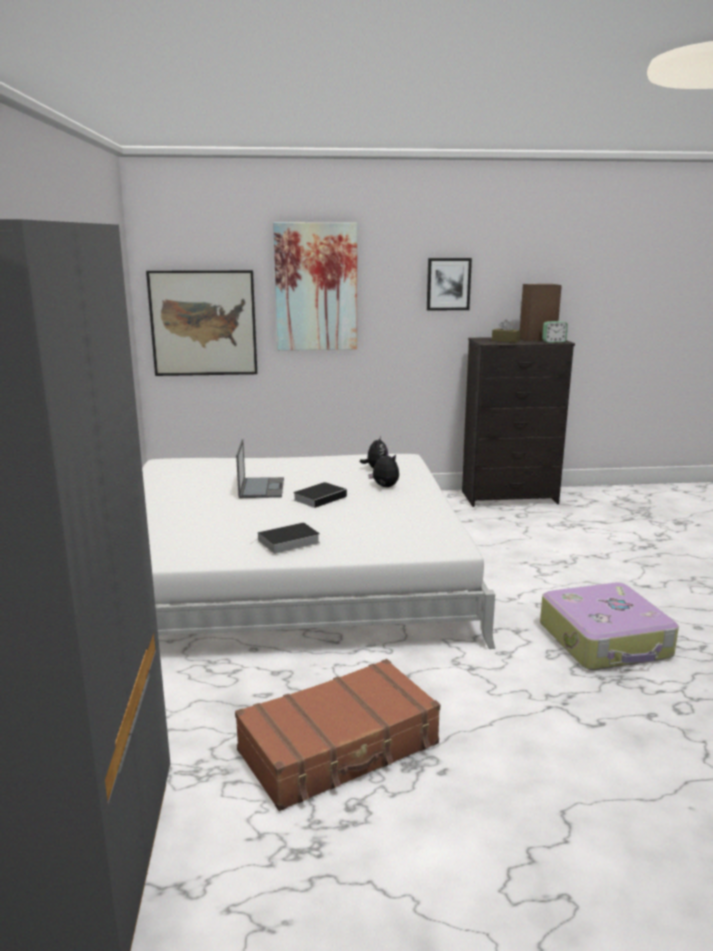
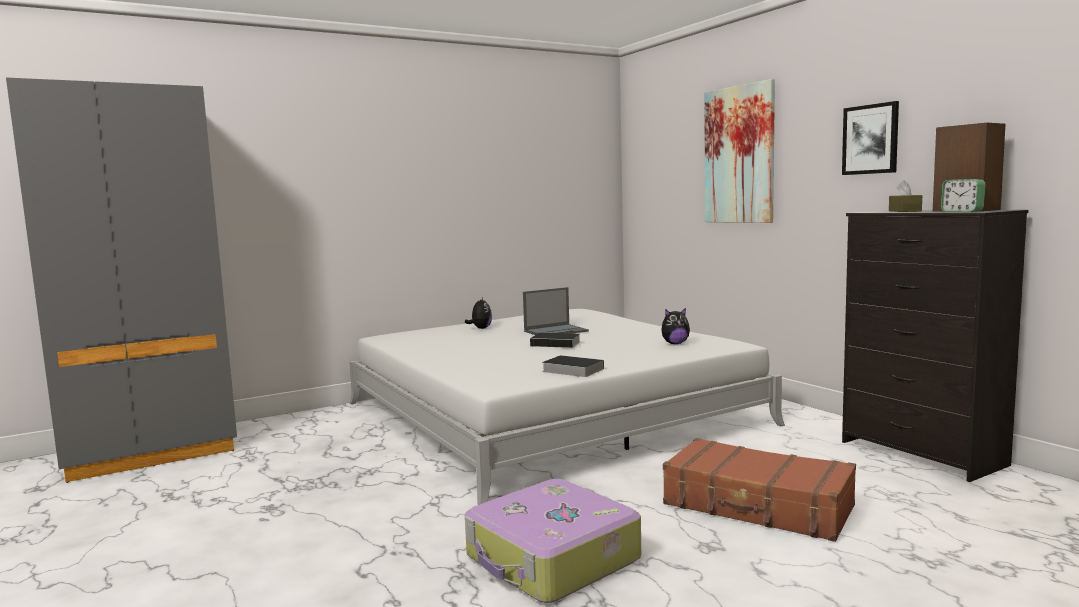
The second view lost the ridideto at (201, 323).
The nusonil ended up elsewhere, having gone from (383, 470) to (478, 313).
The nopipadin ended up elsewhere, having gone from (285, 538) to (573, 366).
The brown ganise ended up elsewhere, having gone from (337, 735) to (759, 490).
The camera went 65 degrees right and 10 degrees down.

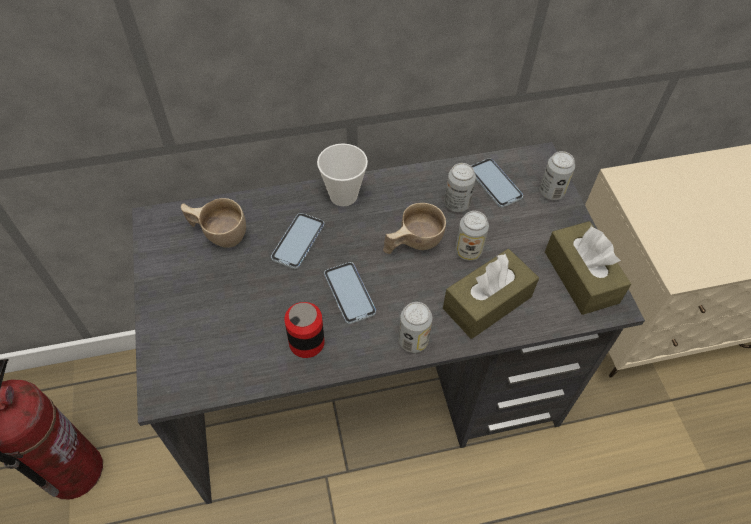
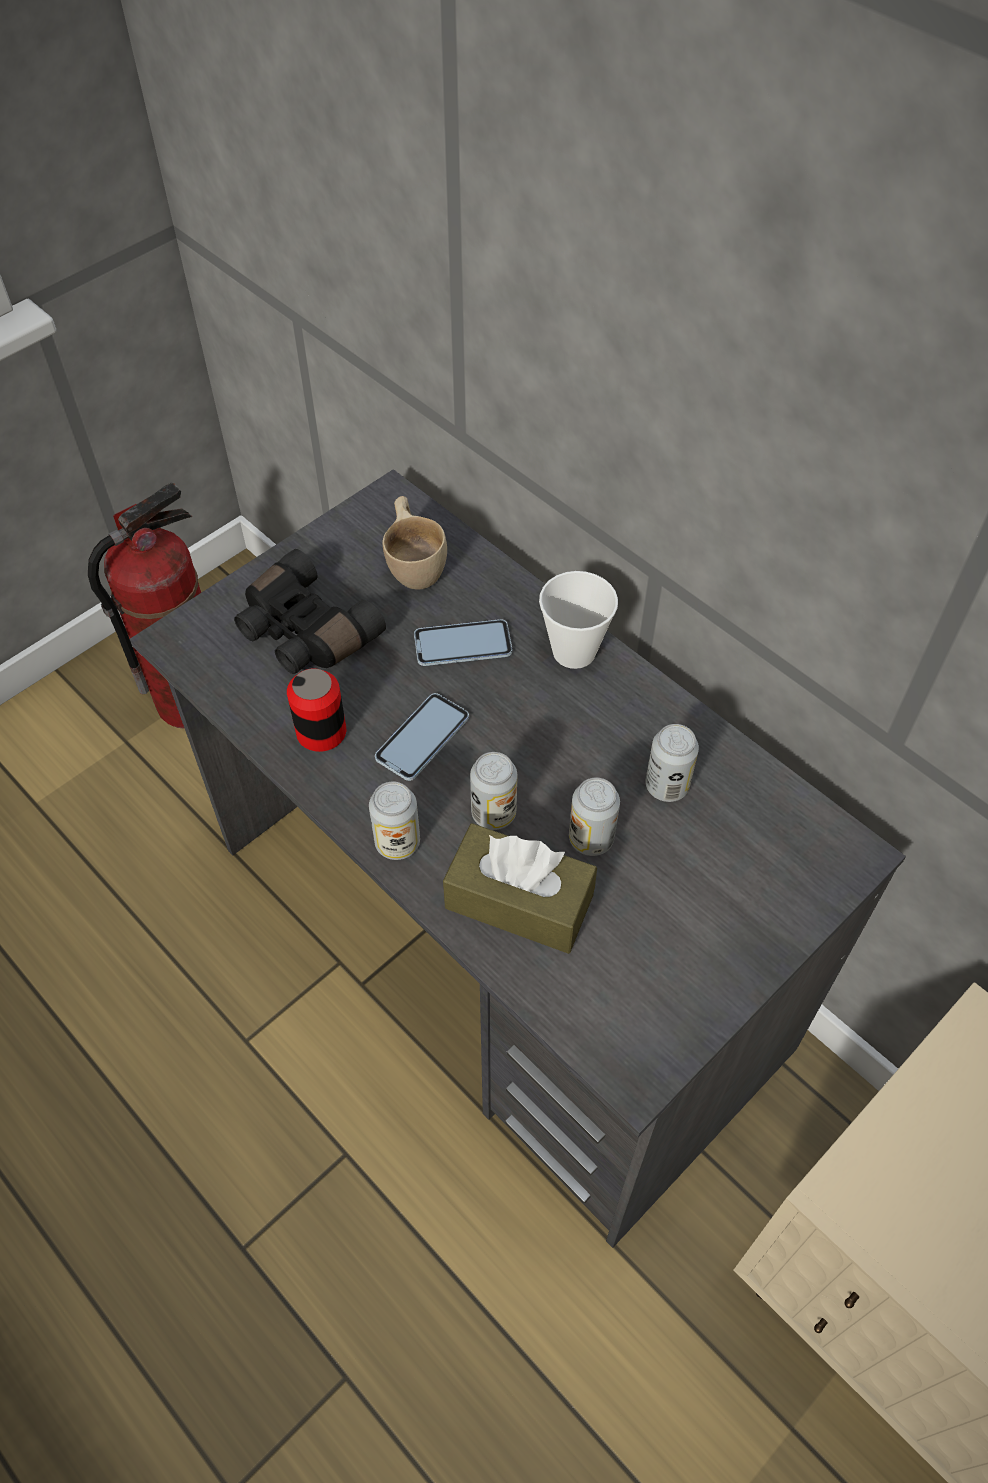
The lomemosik ended up elsewhere, having gone from (557, 175) to (493, 791).
The second view lost the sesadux at (497, 182).
The second view lost the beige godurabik at (414, 228).
The second view lost the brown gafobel at (588, 268).
The second view gained the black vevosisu at (310, 611).
The camera went 60 degrees right and 0 degrees up.

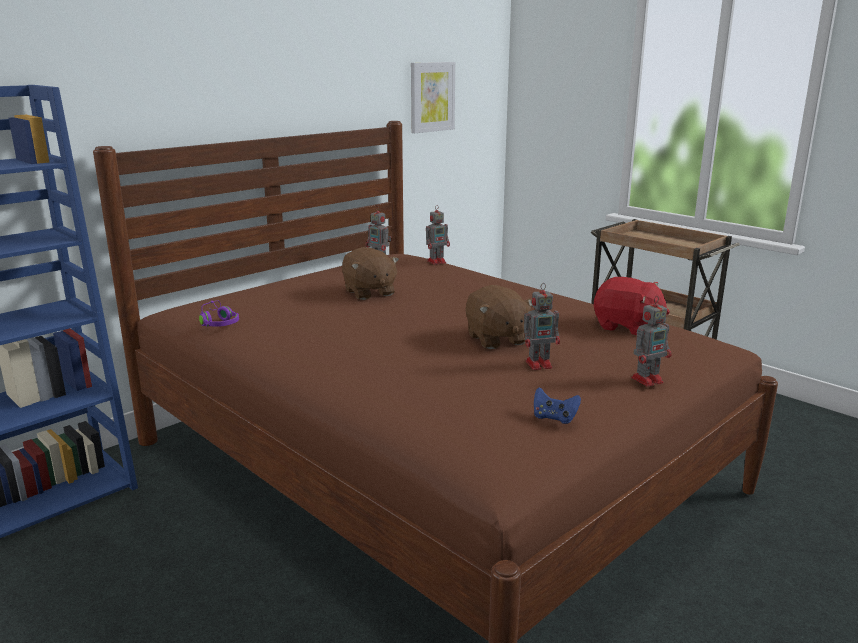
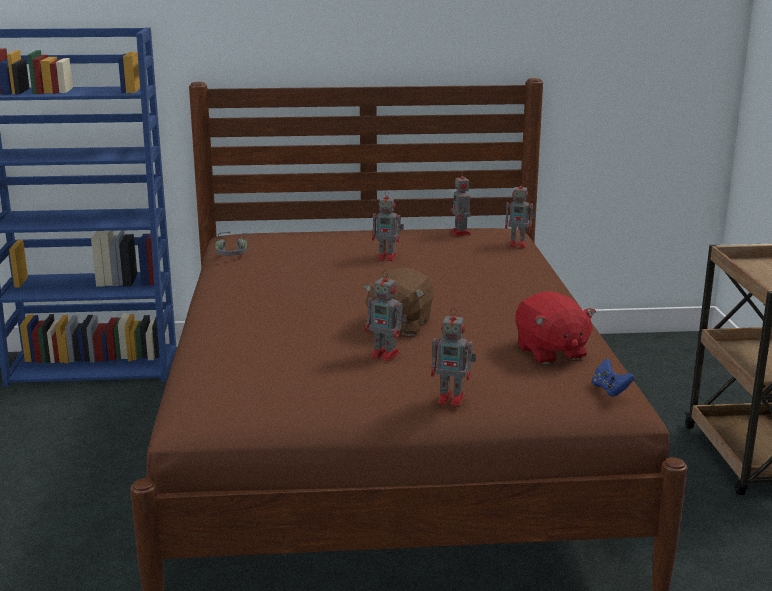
The second view lost the ridideto at (433, 97).
Where the brown nusonil stood at (370, 273), the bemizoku came to stand at (388, 225).
What was the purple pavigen at (219, 313) turned into the grey pavigen at (233, 243).
The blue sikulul ended up elsewhere, having gone from (557, 405) to (613, 378).
The camera went 40 degrees right and 0 degrees up.

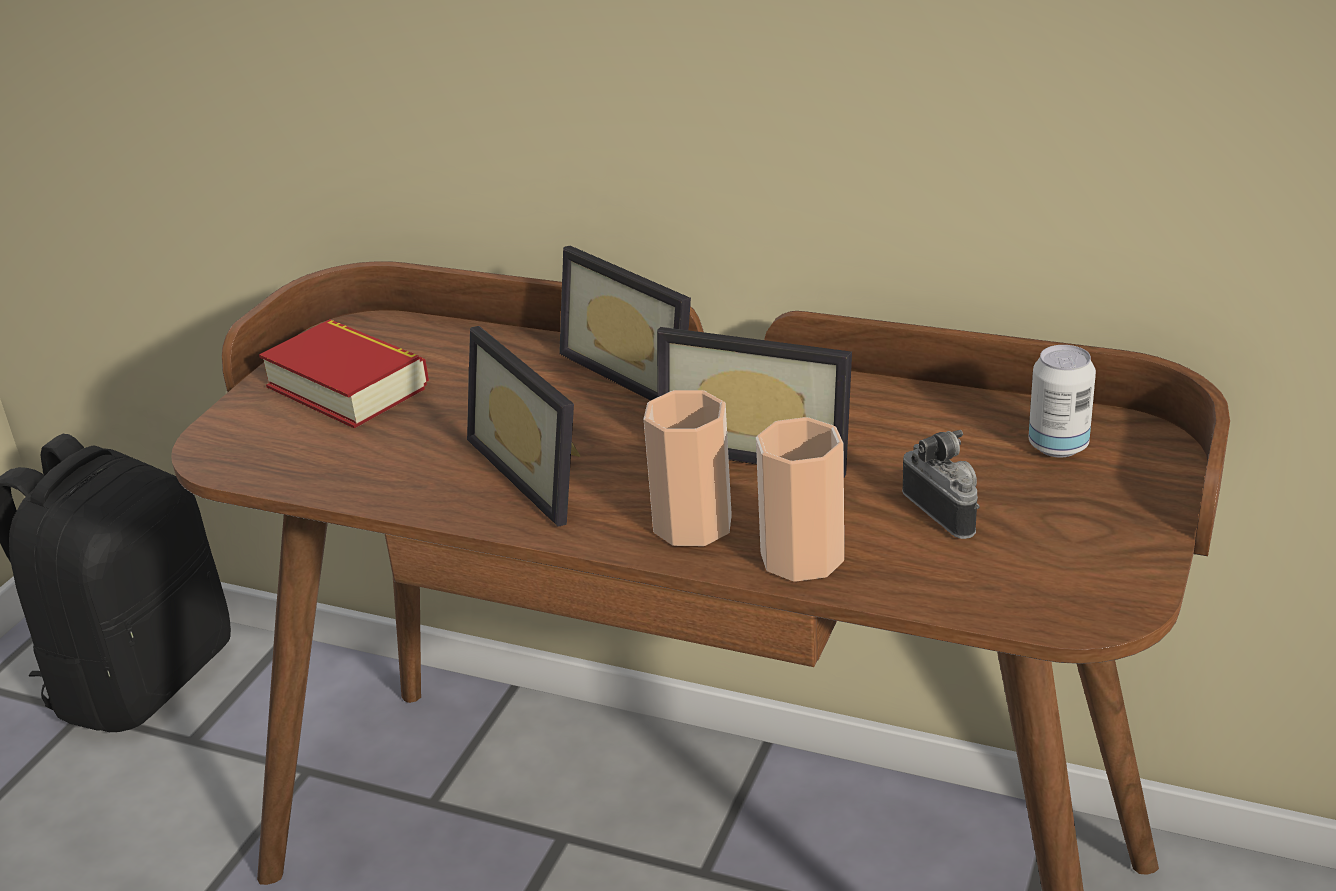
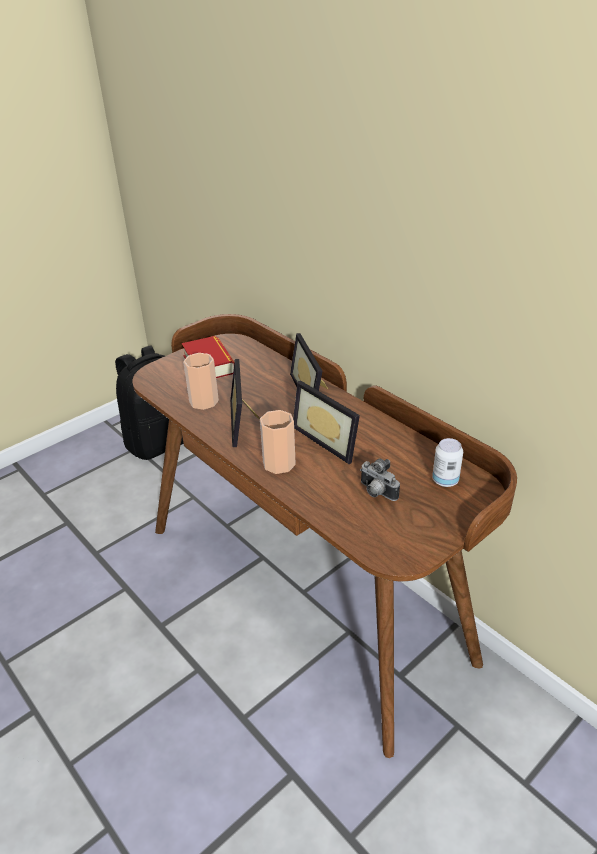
The godurabik ended up elsewhere, having gone from (800, 499) to (201, 381).
The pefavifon at (940, 484) ended up facing another way, 135 degrees clockwise from before.
The camera went 25 degrees right and 5 degrees up.

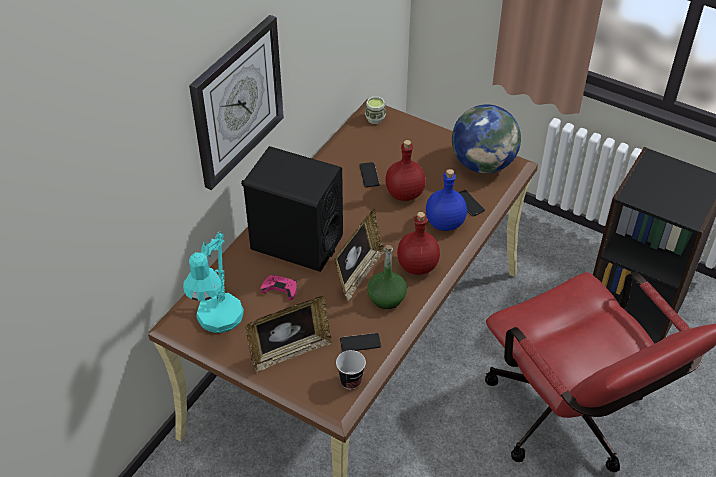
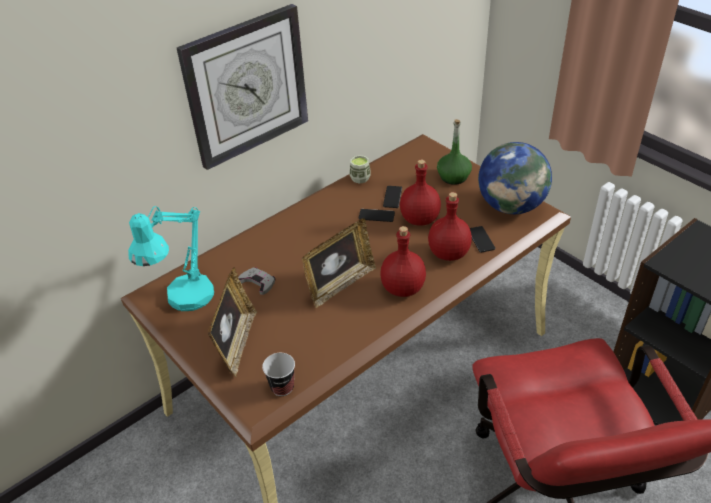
The godurabik ended up elsewhere, having gone from (375, 110) to (360, 169).
The second view lost the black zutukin at (292, 209).
What was the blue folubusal at (446, 200) turned into the red folubusal at (450, 226).
The green folubusal ended up elsewhere, having gone from (387, 277) to (454, 152).
What was the pink sikulul at (279, 287) turned into the grey sikulul at (256, 281).
The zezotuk at (288, 334) ended up facing another way, 75 degrees counterclockwise from before.
The sesadux ended up elsewhere, having gone from (360, 342) to (377, 215).
The camera went 20 degrees right and 5 degrees down.

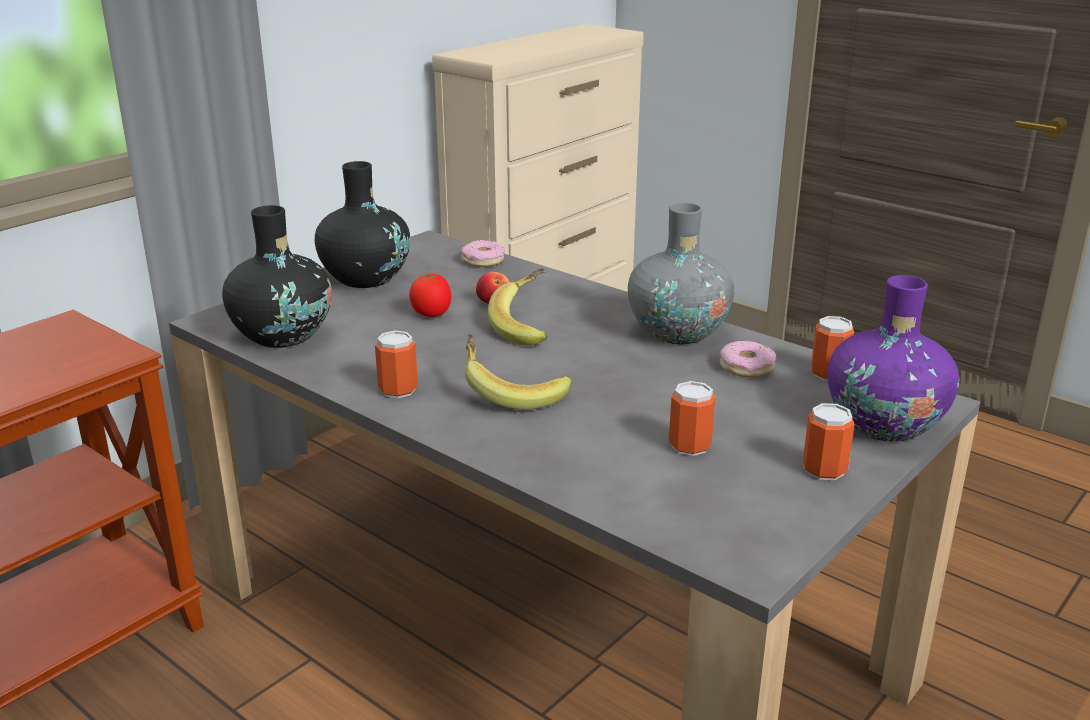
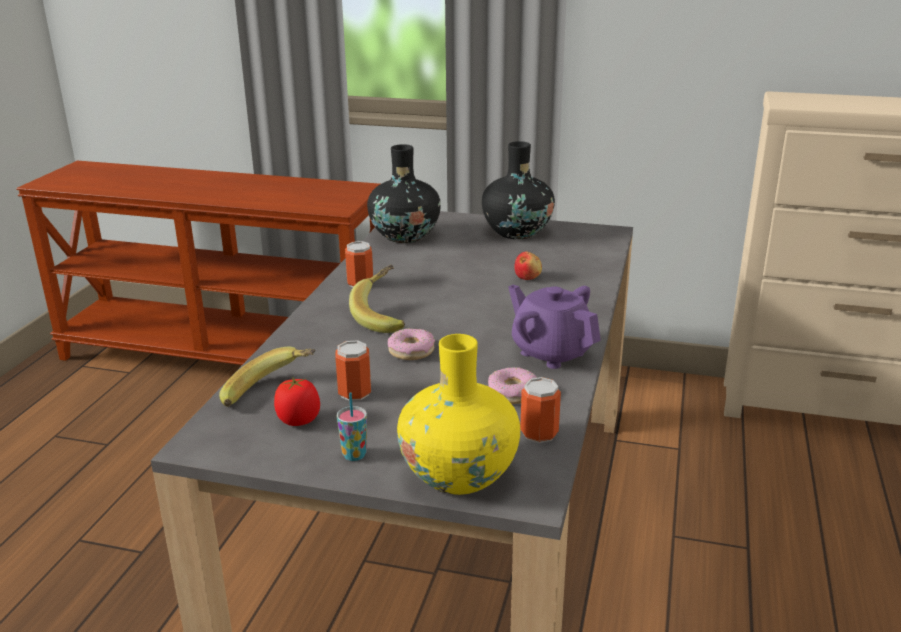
Where the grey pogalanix stood at (681, 273), the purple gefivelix came to stand at (554, 327).
The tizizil ended up elsewhere, having gone from (483, 253) to (411, 344).
The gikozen ended up elsewhere, having gone from (518, 307) to (267, 377).
The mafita ended up elsewhere, having gone from (430, 295) to (297, 401).
What was the purple pogalanix at (893, 358) turned into the yellow pogalanix at (458, 414).
Where the lomemosik stood at (829, 441), the godurabik came to stand at (352, 427).
The camera went 65 degrees right and 0 degrees up.

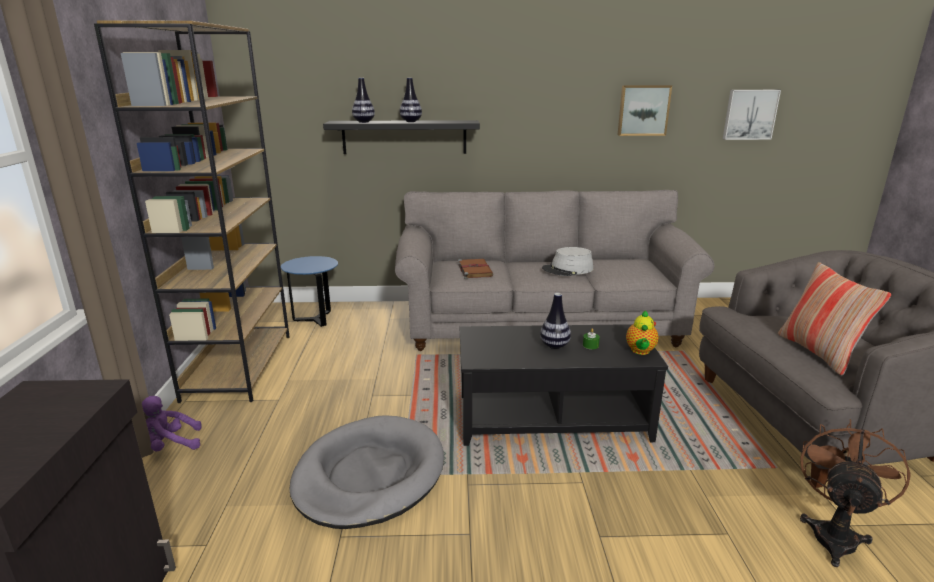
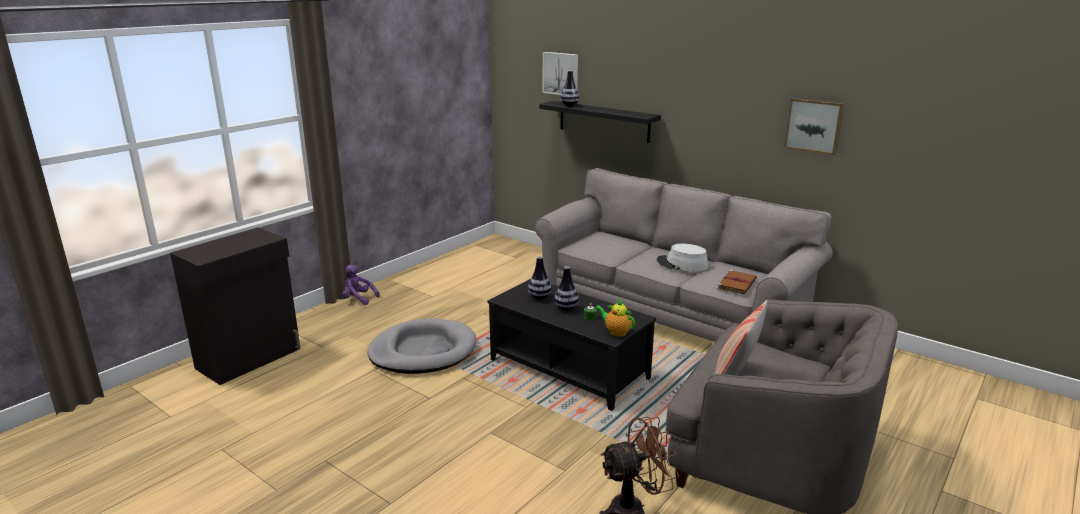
The second view lost the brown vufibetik at (192, 211).
The pogalanix ended up elsewhere, having gone from (411, 100) to (540, 278).
The ridideto ended up elsewhere, having gone from (752, 115) to (560, 73).
The second view lost the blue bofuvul at (309, 291).
The brown nopipadin ended up elsewhere, having gone from (476, 269) to (737, 282).
The gefivelix at (642, 332) ended up facing another way, 75 degrees clockwise from before.
The camera went 40 degrees right and 0 degrees up.

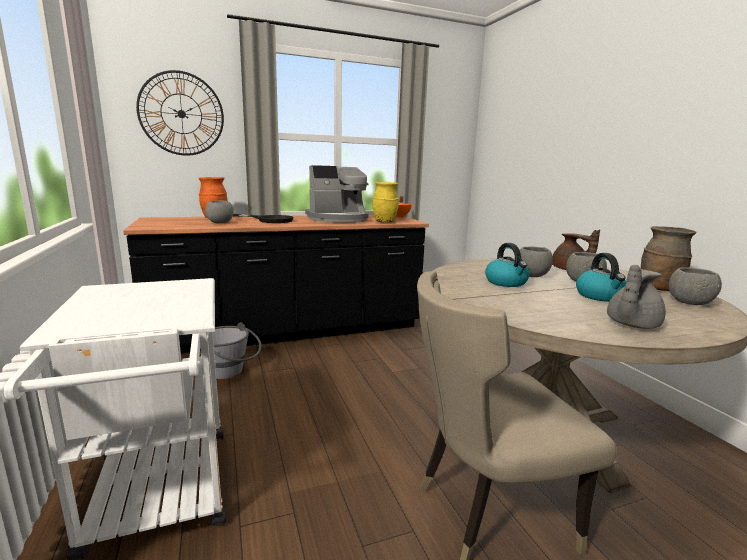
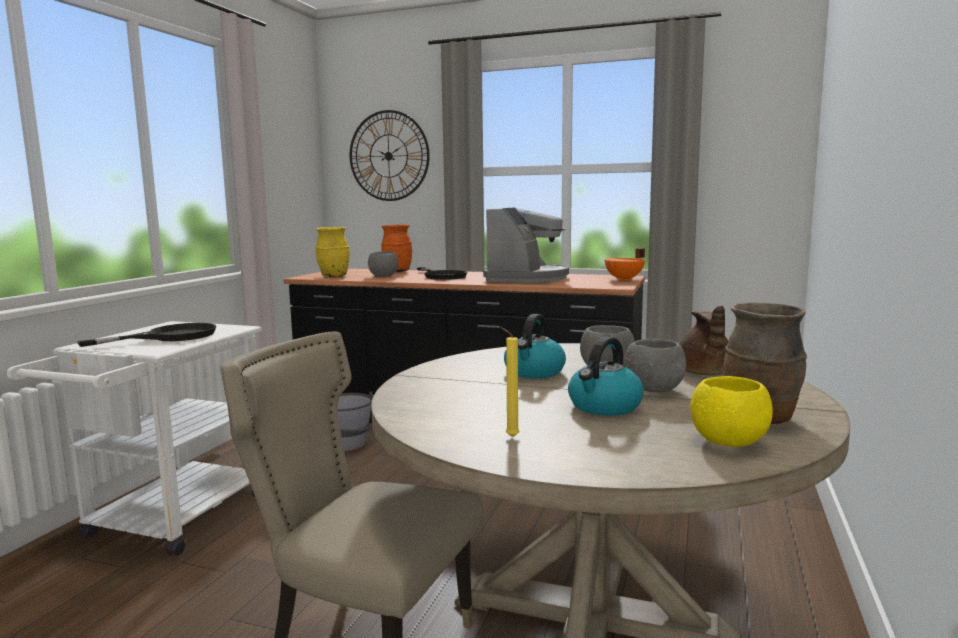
The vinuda at (337, 194) ended up facing another way, 90 degrees counterclockwise from before.
The yellow pogalanix ended up elsewhere, having gone from (386, 202) to (333, 252).
Where the grey gefivelix stood at (636, 297), the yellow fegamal came to stand at (510, 382).
What was the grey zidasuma at (695, 286) turned into the yellow zidasuma at (731, 411).
The second view gained the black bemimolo at (146, 335).
The camera went 40 degrees right and 5 degrees down.

